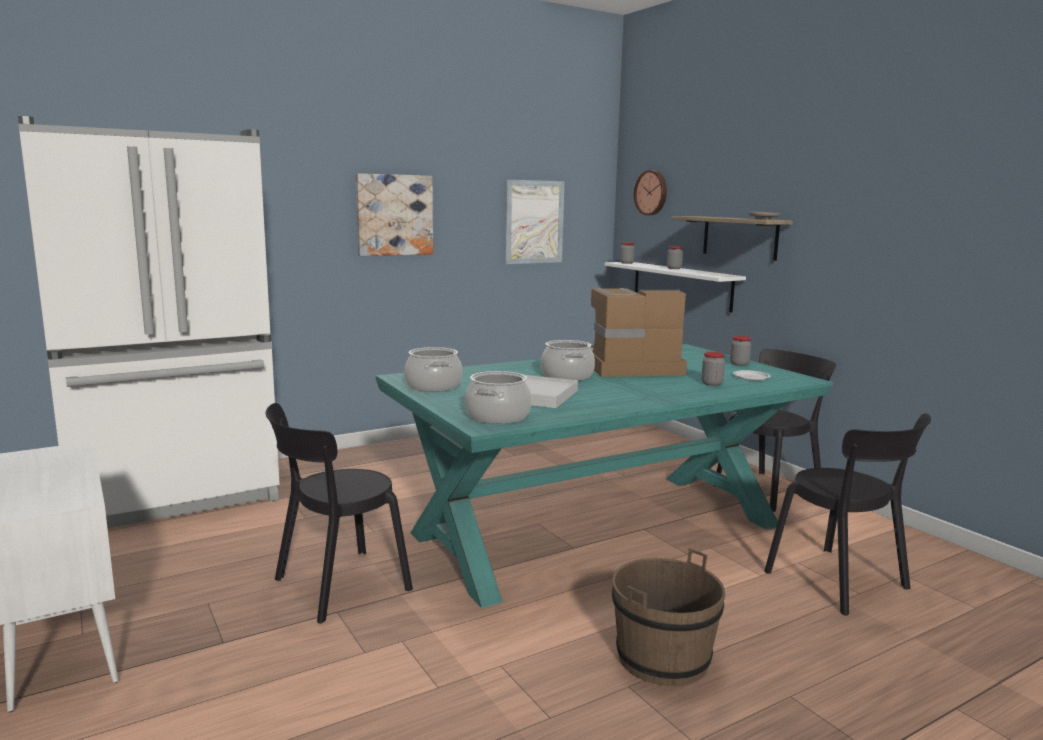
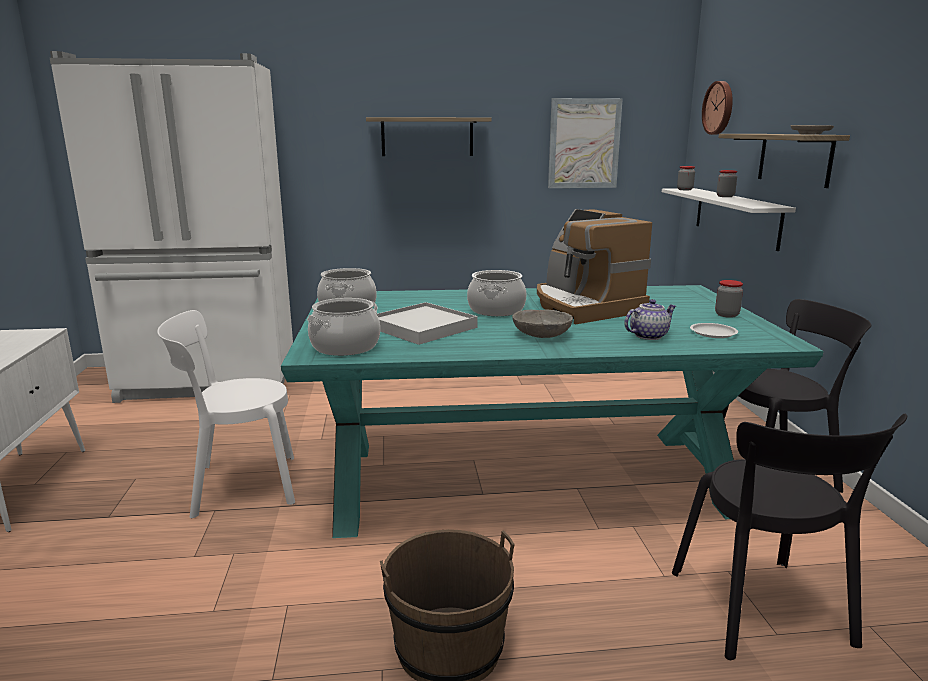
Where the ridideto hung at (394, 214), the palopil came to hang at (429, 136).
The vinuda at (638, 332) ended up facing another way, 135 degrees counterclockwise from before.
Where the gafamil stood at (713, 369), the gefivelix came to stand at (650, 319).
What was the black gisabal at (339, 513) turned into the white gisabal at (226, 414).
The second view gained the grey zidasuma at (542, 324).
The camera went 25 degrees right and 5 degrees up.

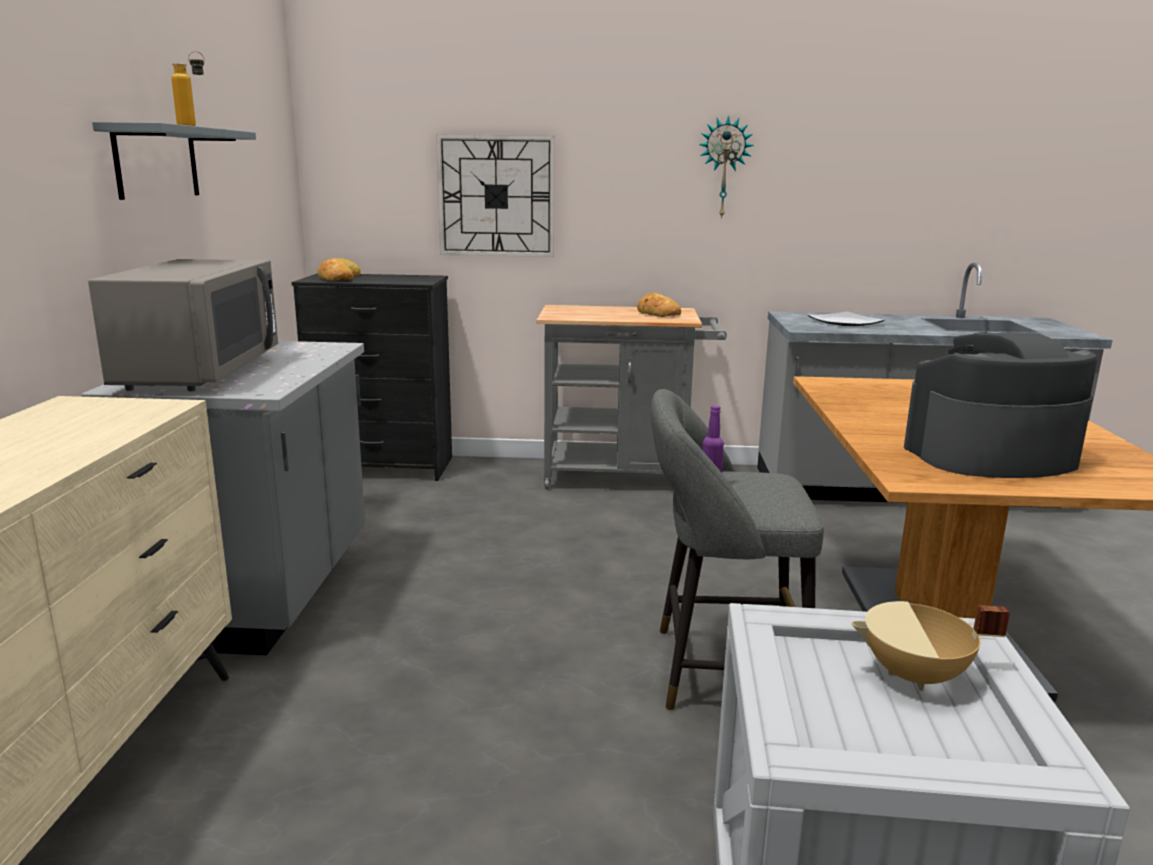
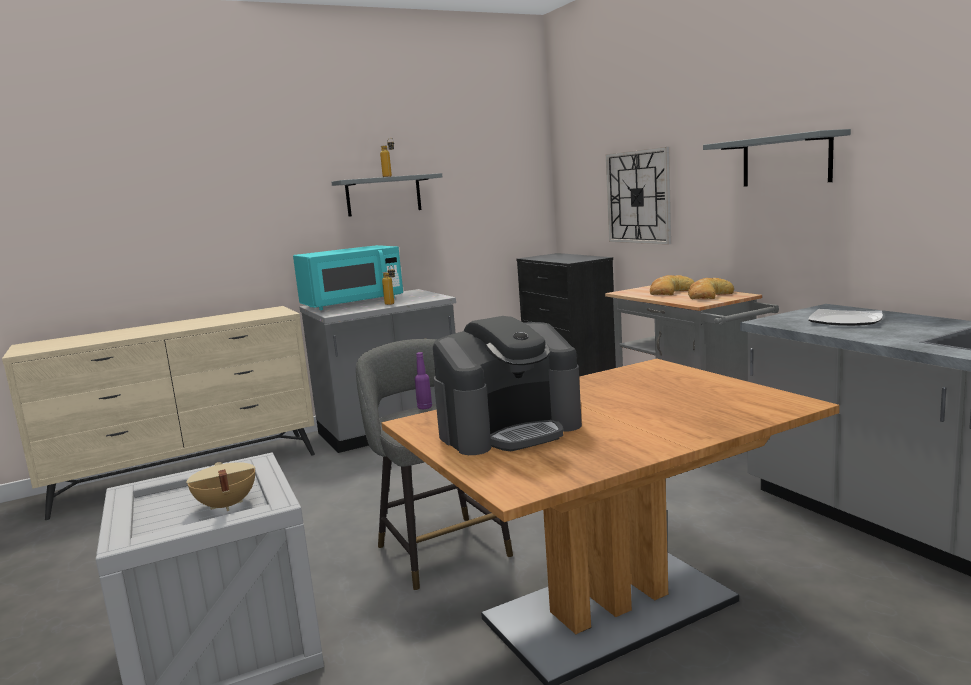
Where the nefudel hung at (726, 167), the grey palopil came to hang at (777, 158).
The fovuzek ended up elsewhere, having gone from (339, 269) to (672, 285).
What was the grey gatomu at (183, 325) turned into the turquoise gatomu at (348, 277).
The vinuda at (1000, 405) ended up facing another way, 105 degrees clockwise from before.
The second view gained the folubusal at (388, 285).
The camera went 60 degrees right and 5 degrees down.

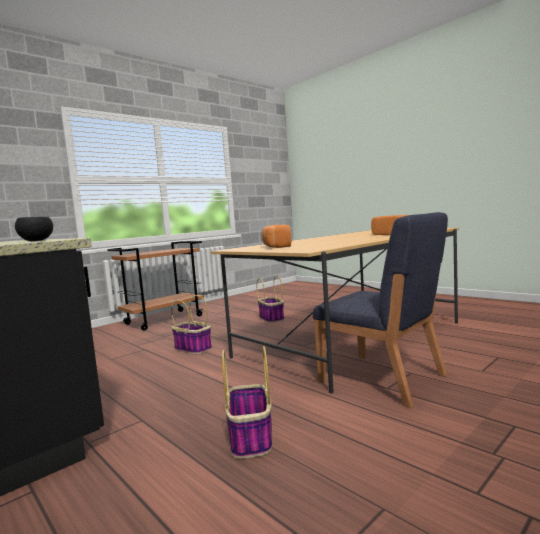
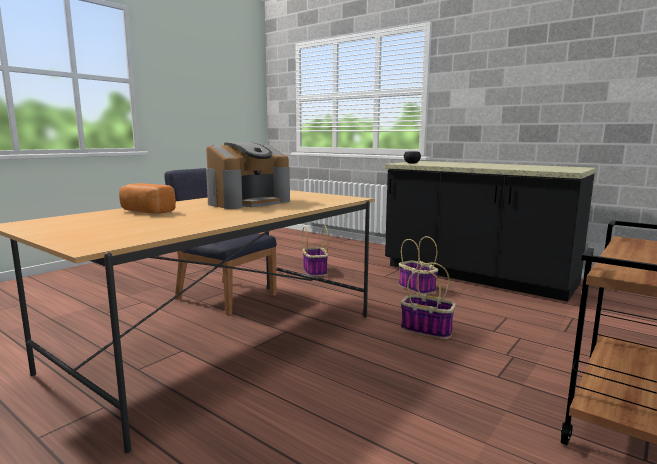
The second view lost the fovuzek at (276, 236).
The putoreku ended up elsewhere, having gone from (270, 299) to (418, 265).
The second view gained the vinuda at (248, 175).
The camera went 170 degrees right and 5 degrees up.

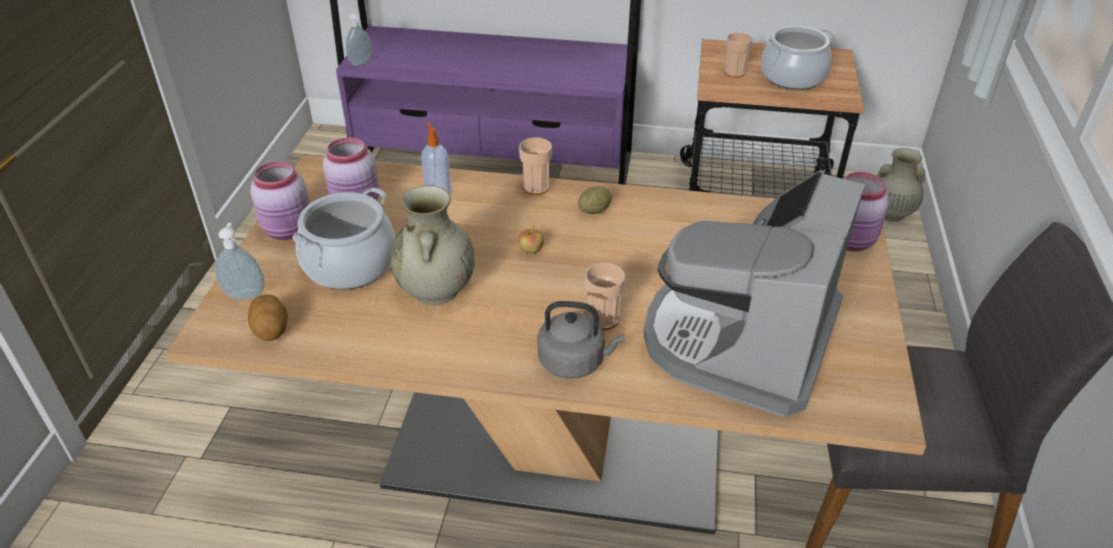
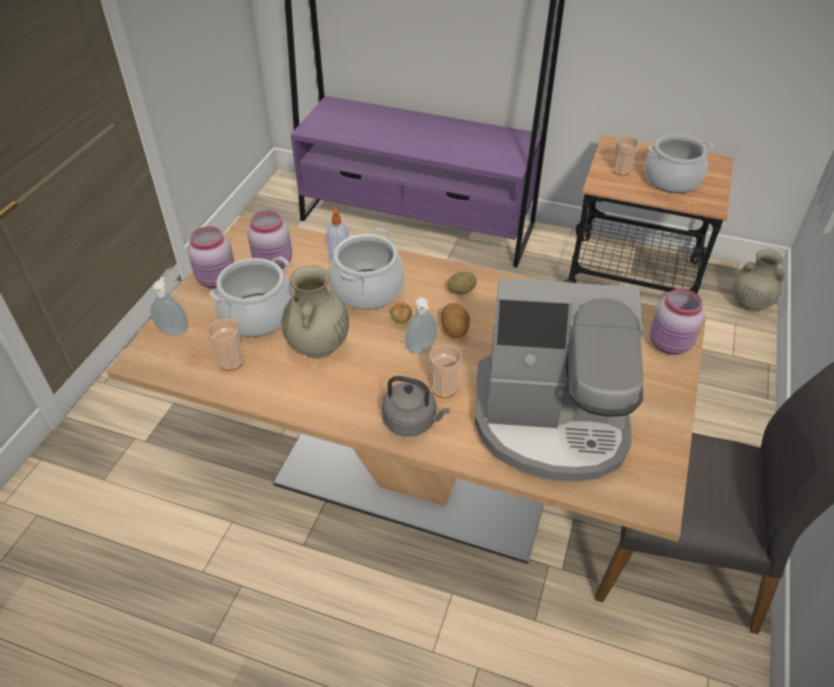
The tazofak ended up elsewhere, having gone from (359, 39) to (421, 325).
The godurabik ended up elsewhere, having gone from (535, 166) to (225, 345).
The vinuda at (754, 293) ended up facing another way, 120 degrees counterclockwise from before.
The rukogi ended up elsewhere, having gone from (268, 318) to (455, 320).
The second view gained the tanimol at (367, 269).
The camera went 10 degrees right and 5 degrees up.

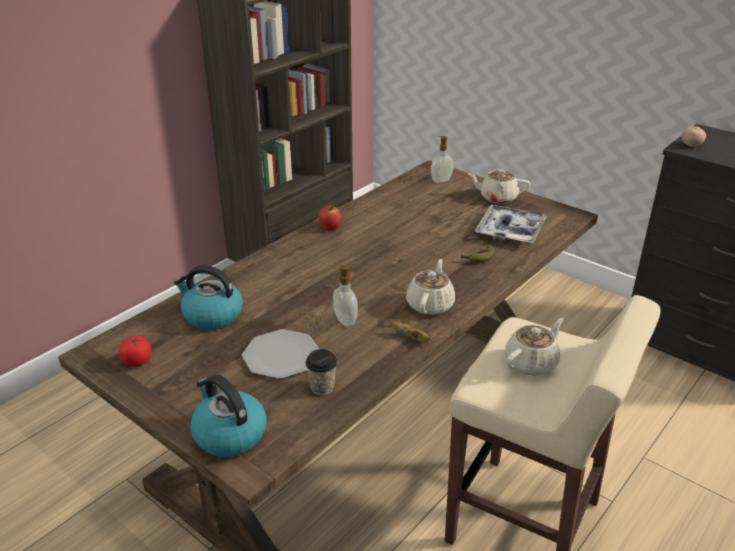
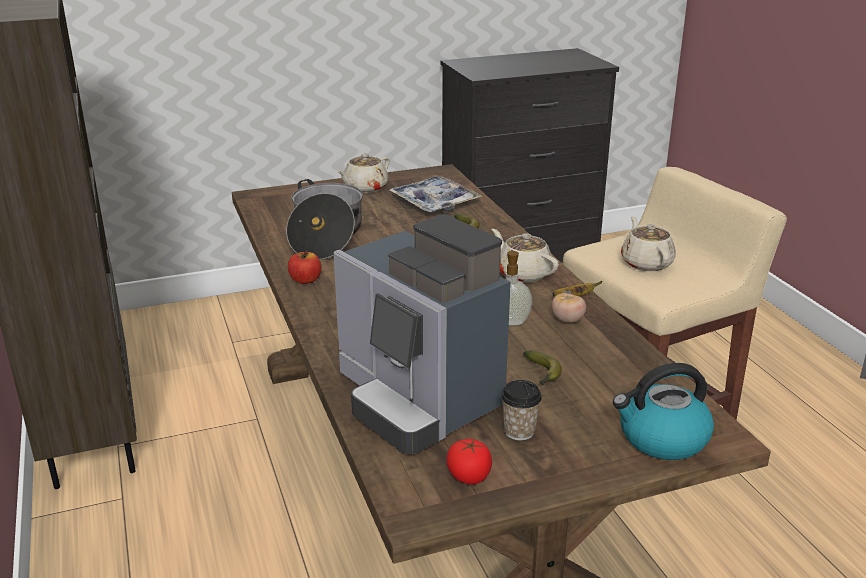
The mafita ended up elsewhere, having gone from (694, 136) to (568, 308).
The second view lost the tazofak at (442, 159).
Where the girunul stood at (208, 297), the vinuda came to stand at (422, 334).
Where the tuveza stood at (280, 354), the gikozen came to stand at (542, 367).
The godurabik ended up elsewhere, having gone from (321, 372) to (521, 410).
The second view gained the tanimol at (324, 219).
The camera went 60 degrees left and 5 degrees down.

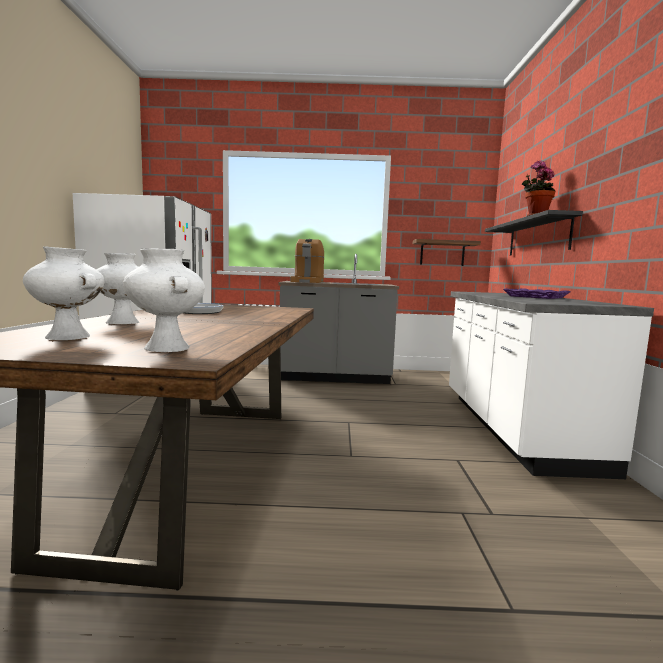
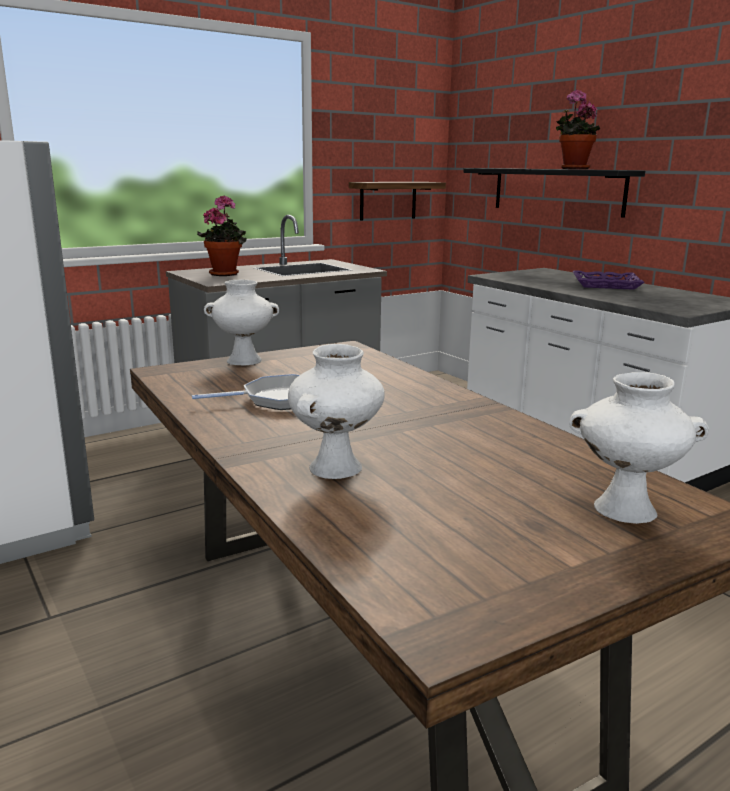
Where the vinuda stood at (307, 261), the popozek came to stand at (221, 235).
The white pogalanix ended up elsewhere, having gone from (64, 293) to (241, 323).
The camera went 35 degrees left and 10 degrees up.

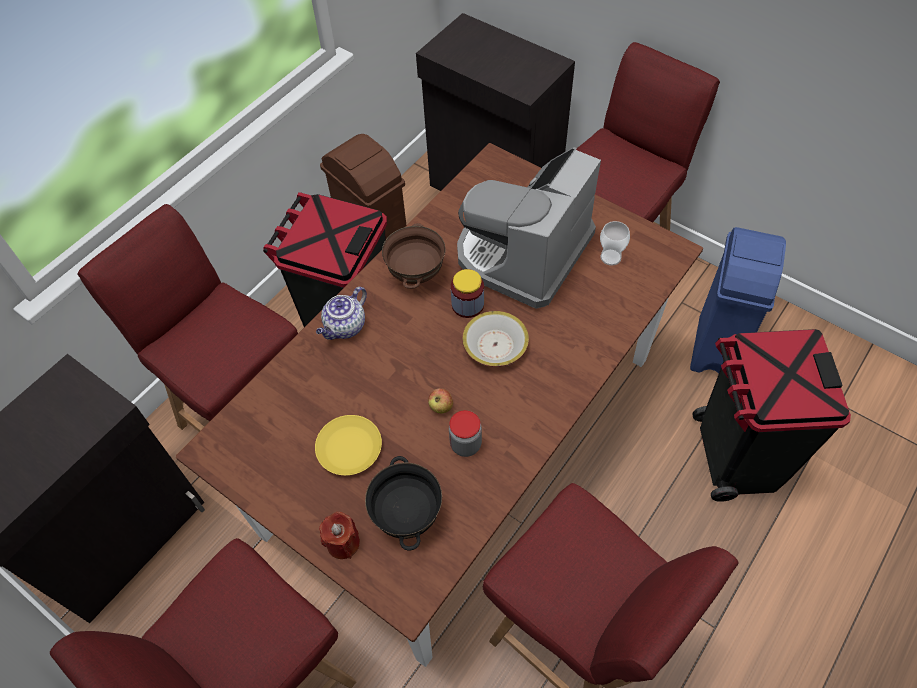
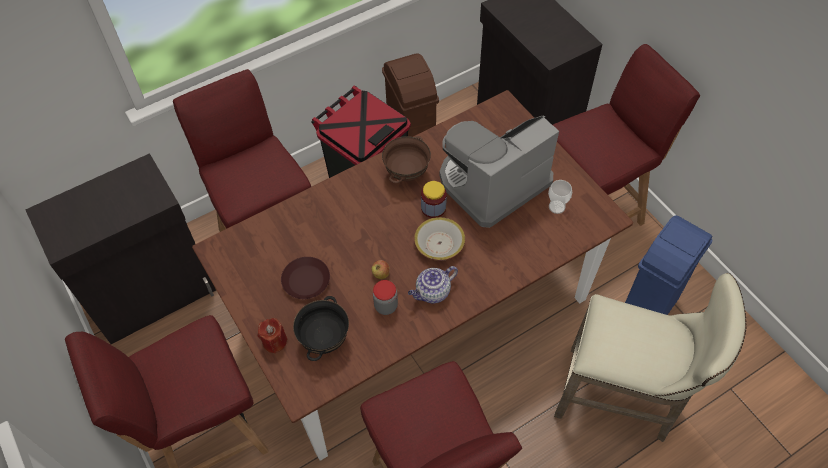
The gefivelix ended up elsewhere, having gone from (341, 313) to (433, 285).
Where the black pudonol stood at (771, 415), the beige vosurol came to stand at (650, 357).
What was the yellow tuveza at (348, 445) turned into the brown tuveza at (305, 278).
The camera went 20 degrees right and 0 degrees up.

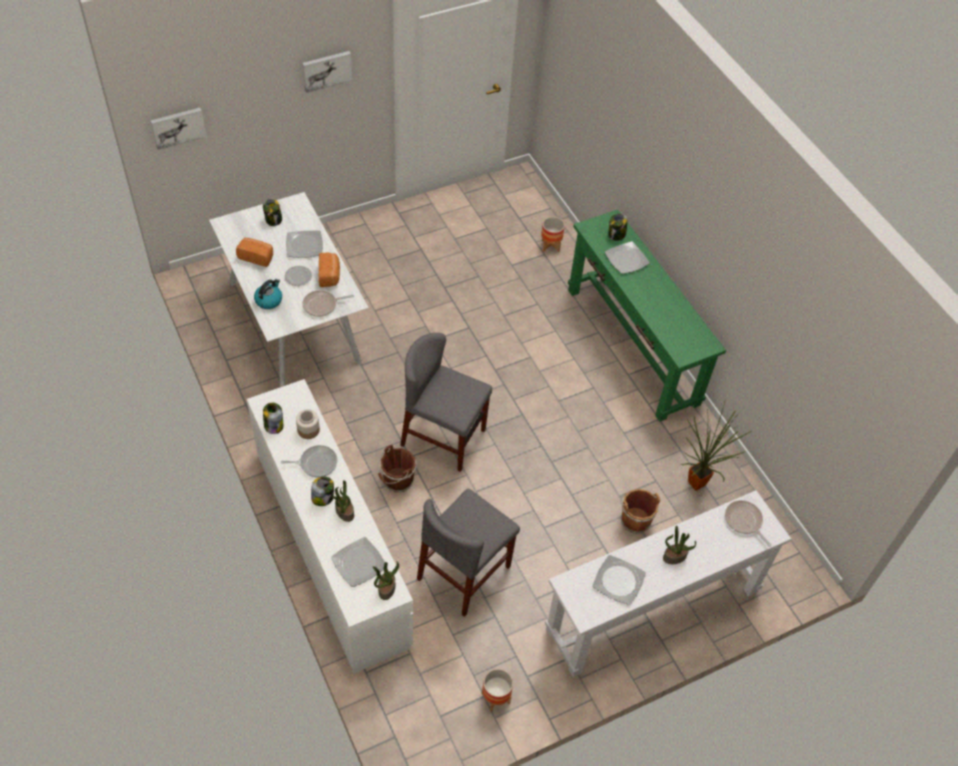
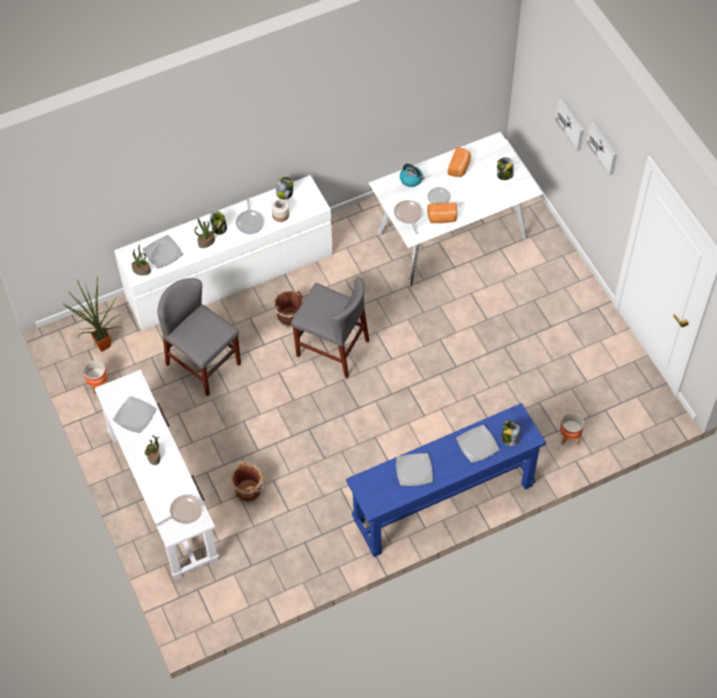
The ridideto ended up elsewhere, having gone from (178, 129) to (569, 125).
What was the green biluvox at (647, 316) turned into the blue biluvox at (446, 480).
The tuveza ended up elsewhere, having gone from (304, 244) to (414, 469).
The grey gisabal at (446, 402) ended up facing another way, 90 degrees clockwise from before.
The popozek ended up elsewhere, having gone from (716, 444) to (93, 314).
The camera went 95 degrees right and 5 degrees up.

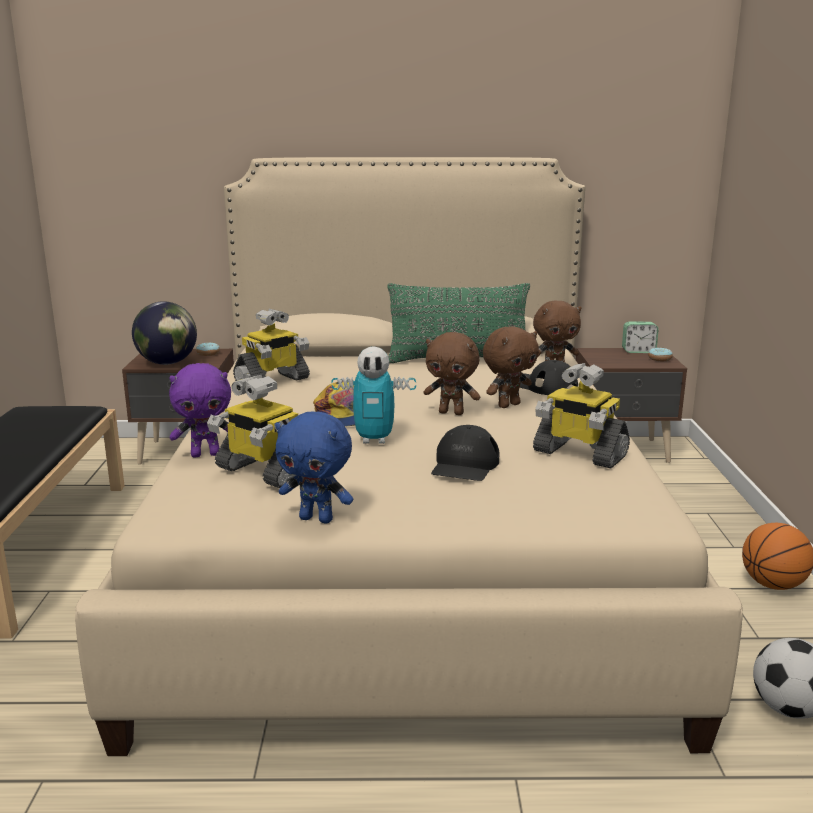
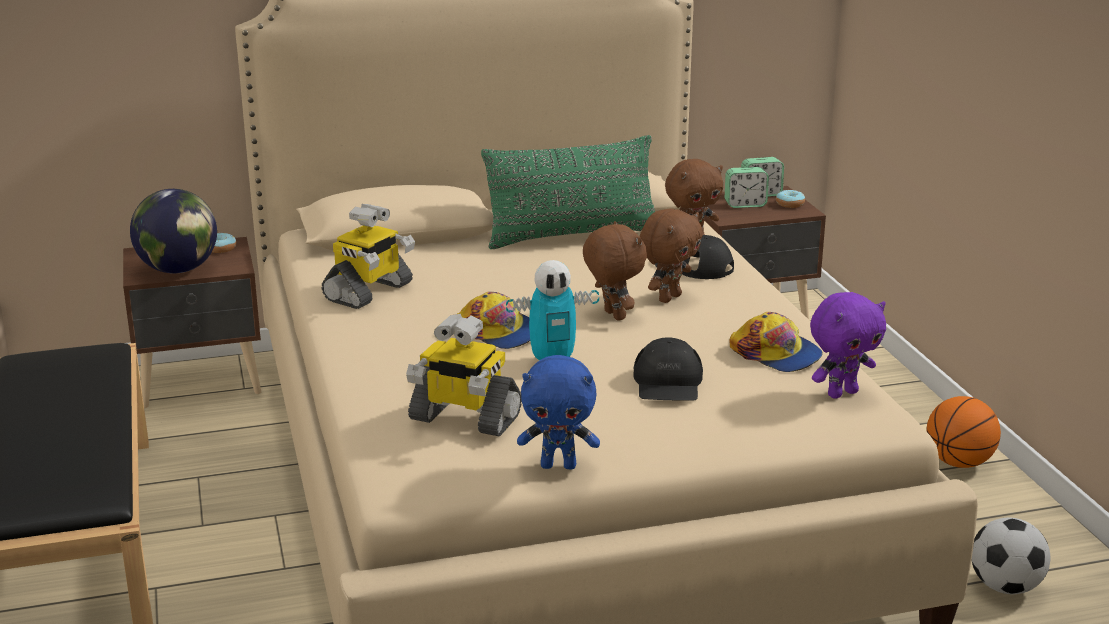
The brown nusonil at (451, 373) ended up facing another way, 120 degrees counterclockwise from before.
The purple nusonil ended up elsewhere, having gone from (200, 410) to (848, 345).
Where the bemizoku stood at (581, 415), the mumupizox came to stand at (776, 342).
The second view gained the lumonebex at (747, 187).
The camera went 15 degrees left and 5 degrees up.

